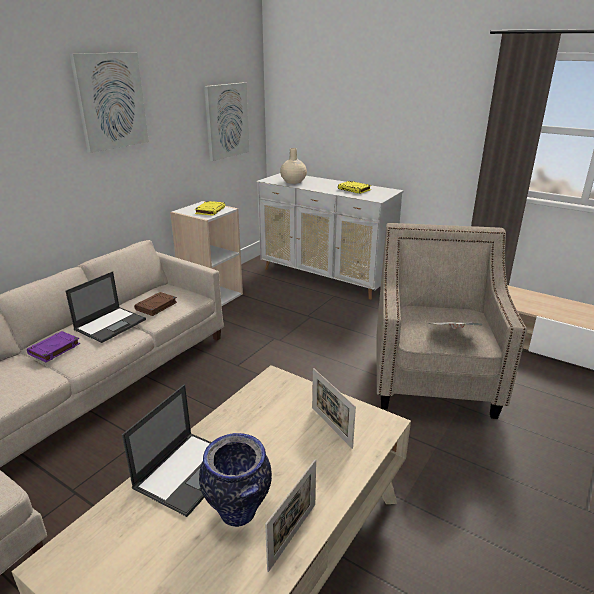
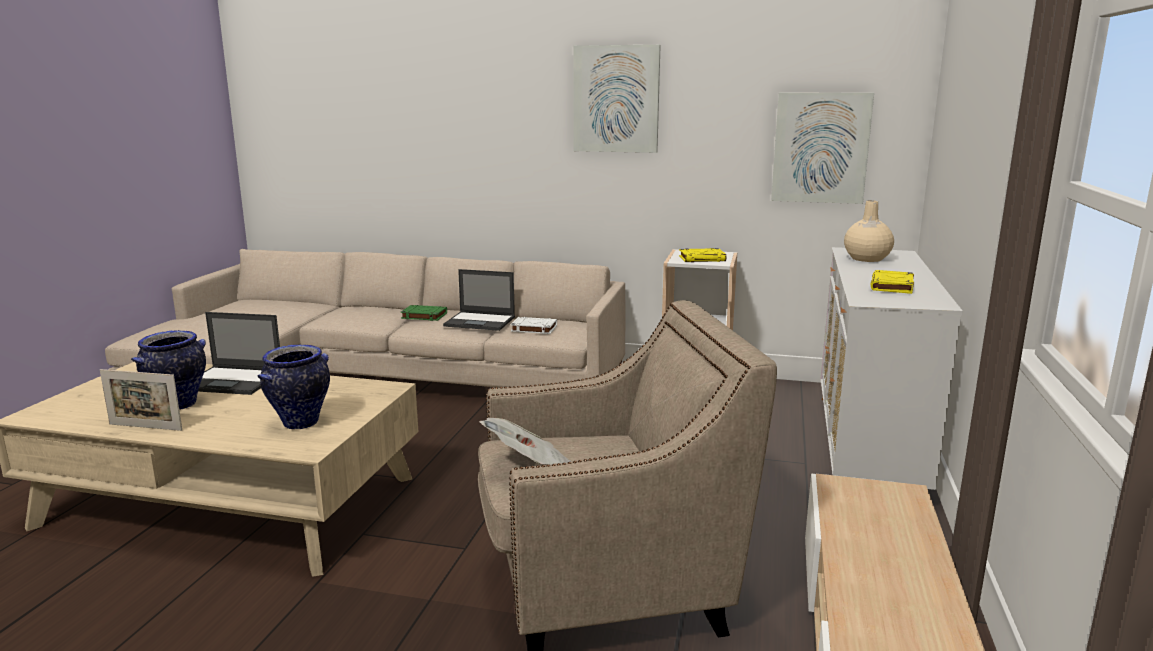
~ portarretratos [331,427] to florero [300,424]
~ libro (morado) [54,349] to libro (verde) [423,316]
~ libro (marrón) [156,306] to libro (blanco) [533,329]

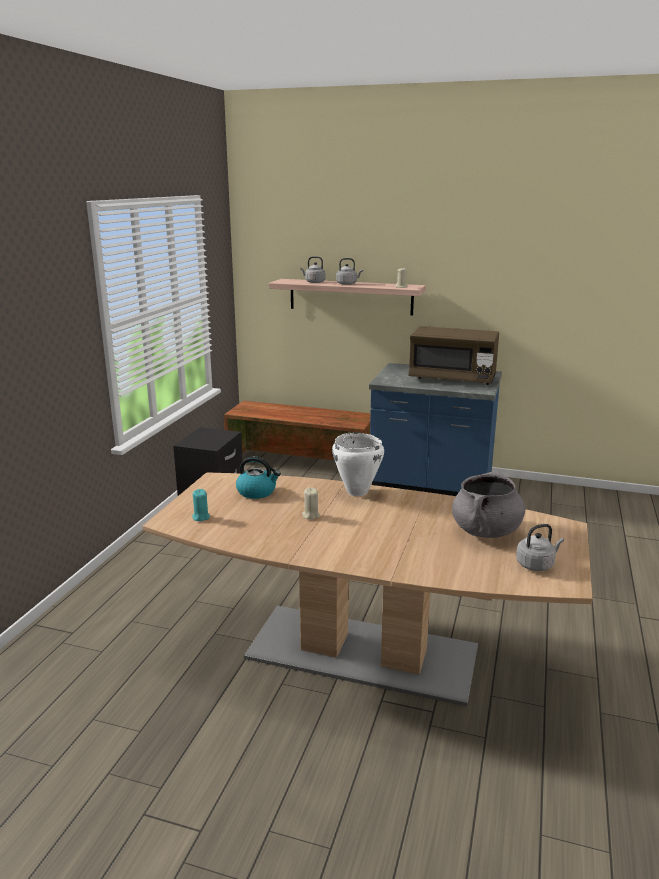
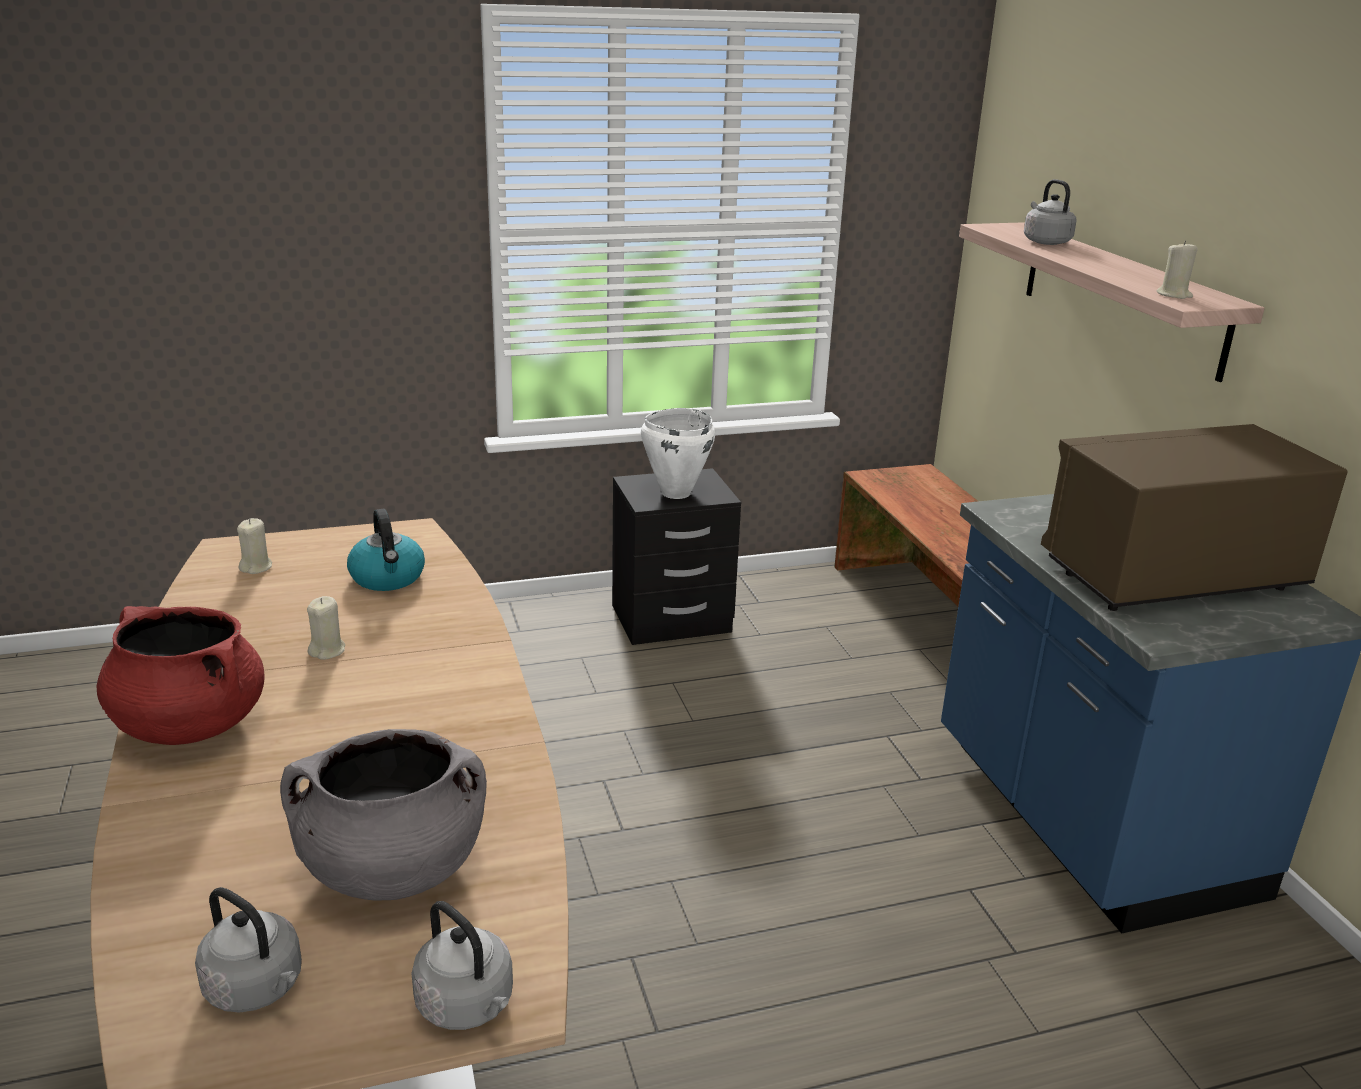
+ olla (rojo) [189,724]
~ vela (turquesa) [200,517] to vela (beis) [256,567]
~ hervidor (gris) [347,284] to [468,1005]
~ olla (blanco) [357,492] to [675,493]
~ microondas (marrón) [452,378] = [1171,576] 90 degrees clockwise

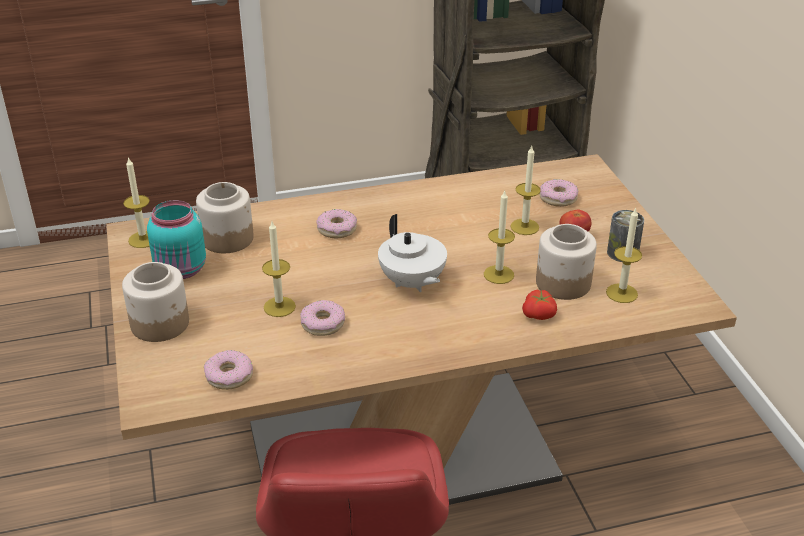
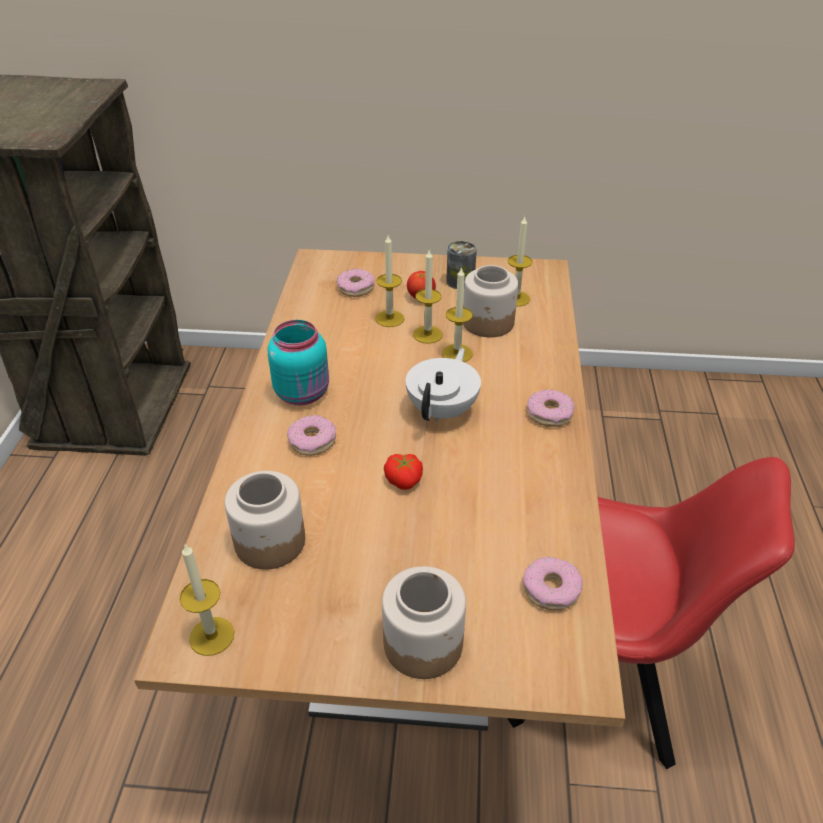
~ tarro (turquesa) [181,270] to [304,393]
~ tomate [539,315] to [404,479]
~ tetera (blanco) [412,283] = [443,410] 60 degrees counterclockwise
~ vela [279,307] to [427,334]
~ rosquilla [322,324] to [549,414]

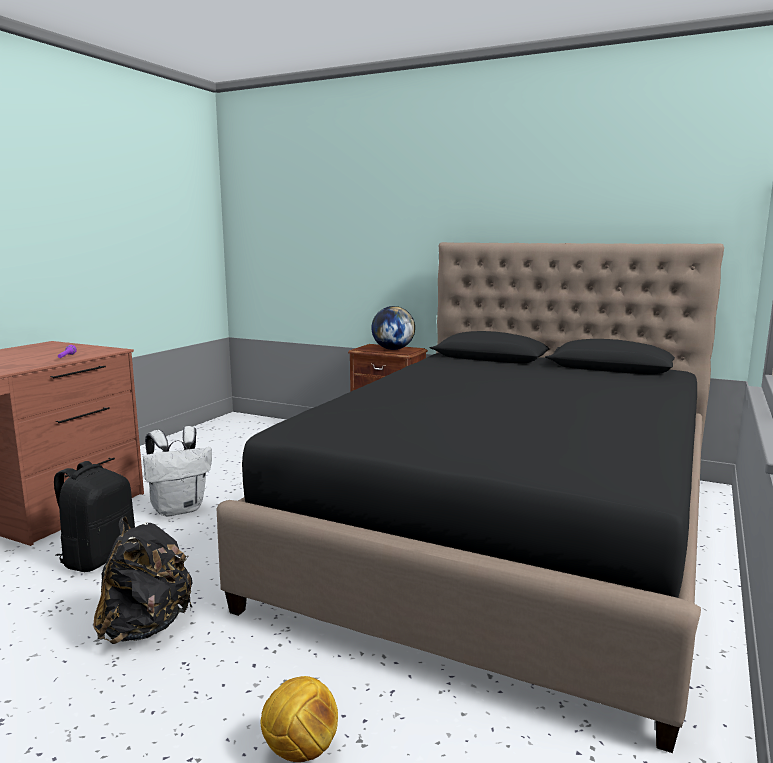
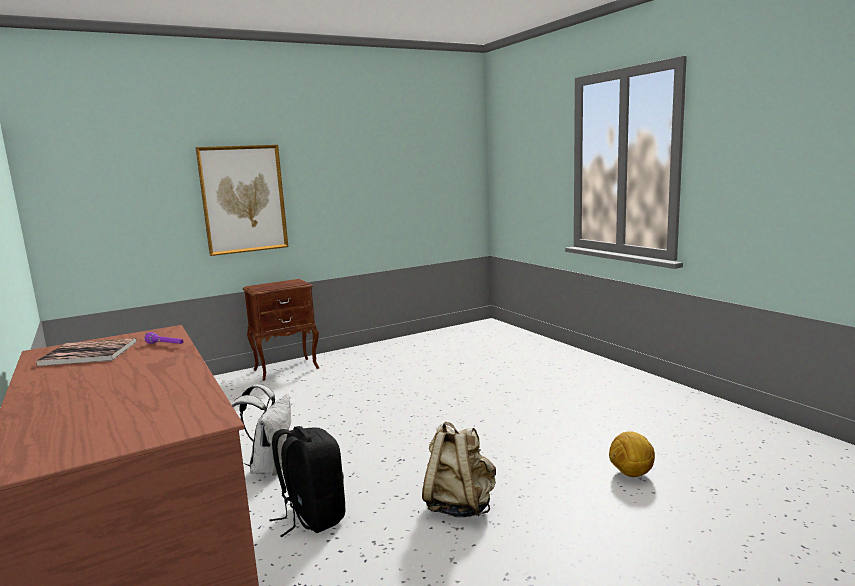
+ libro [89,353]
+ cuadro [243,199]
~ mochila (negro) [146,627] to mochila (beis) [460,505]
- cama (negro) [509,534]
- globo terráqueo [393,349]

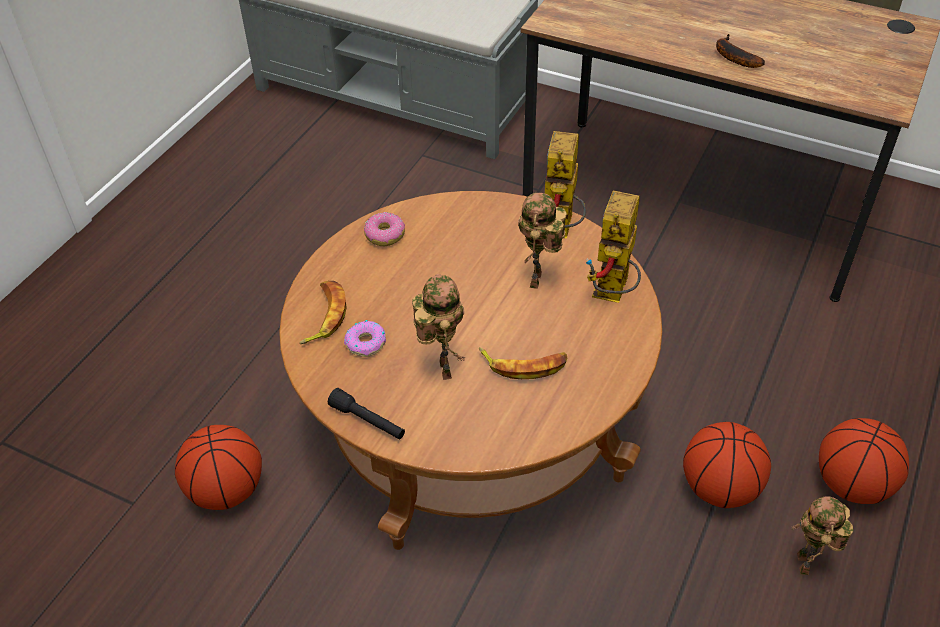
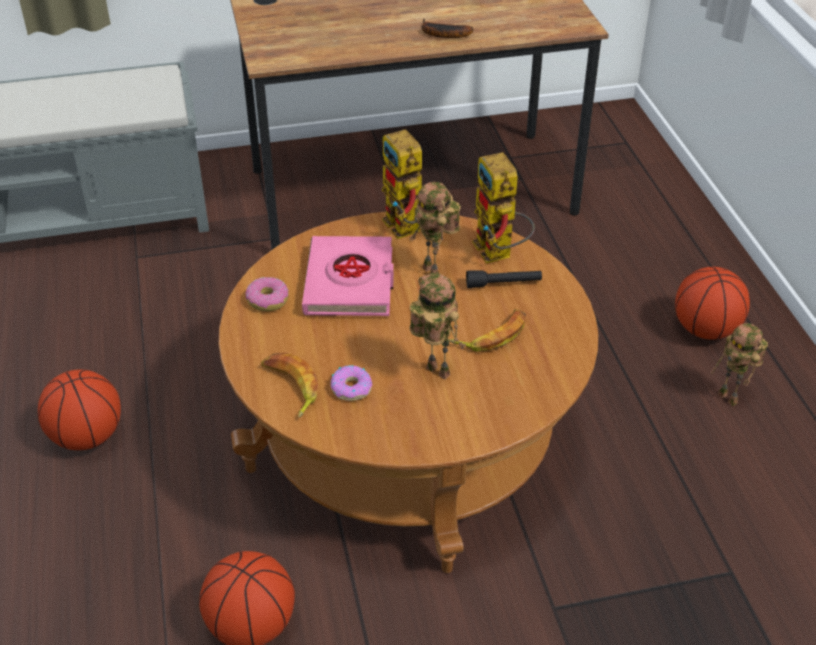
~ balón de baloncesto [719,488] to [87,437]
+ libro (rosa) [350,283]
~ linterna (negro) [368,421] to [503,284]

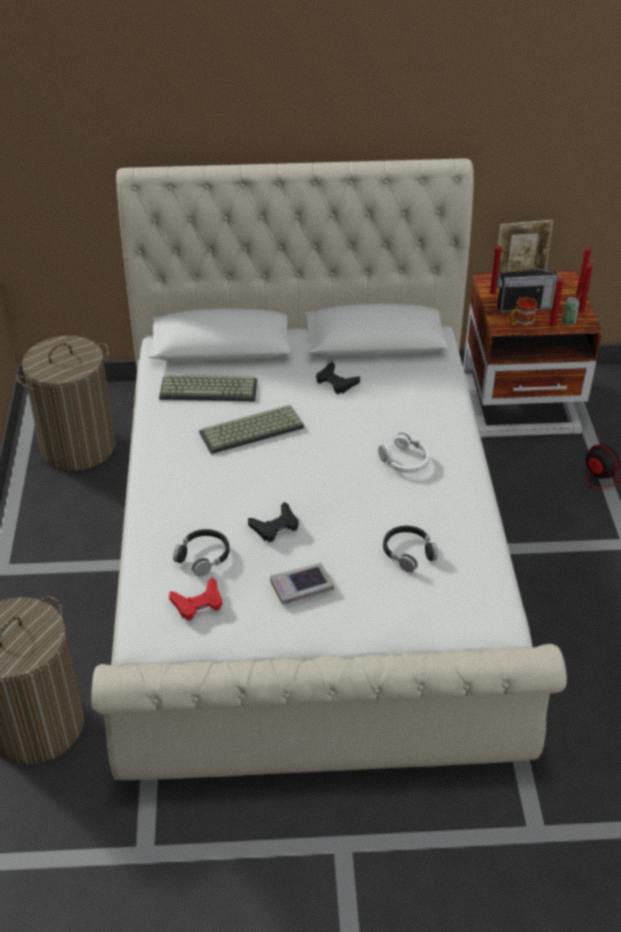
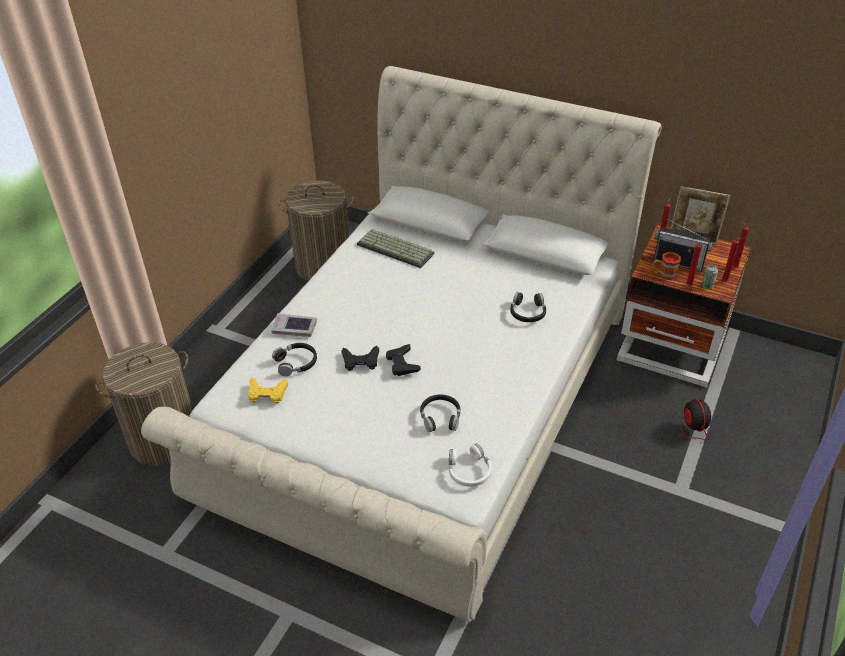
~ mando de consola (rojo) [198,603] to mando de consola (amarillo) [267,393]
~ libro [301,587] to [294,328]
~ mando de consola (negro) [336,382] to [402,363]
~ auriculares (blanco) [405,460] to [469,471]
+ auriculares (negro) [527,312]
- teclado [251,431]

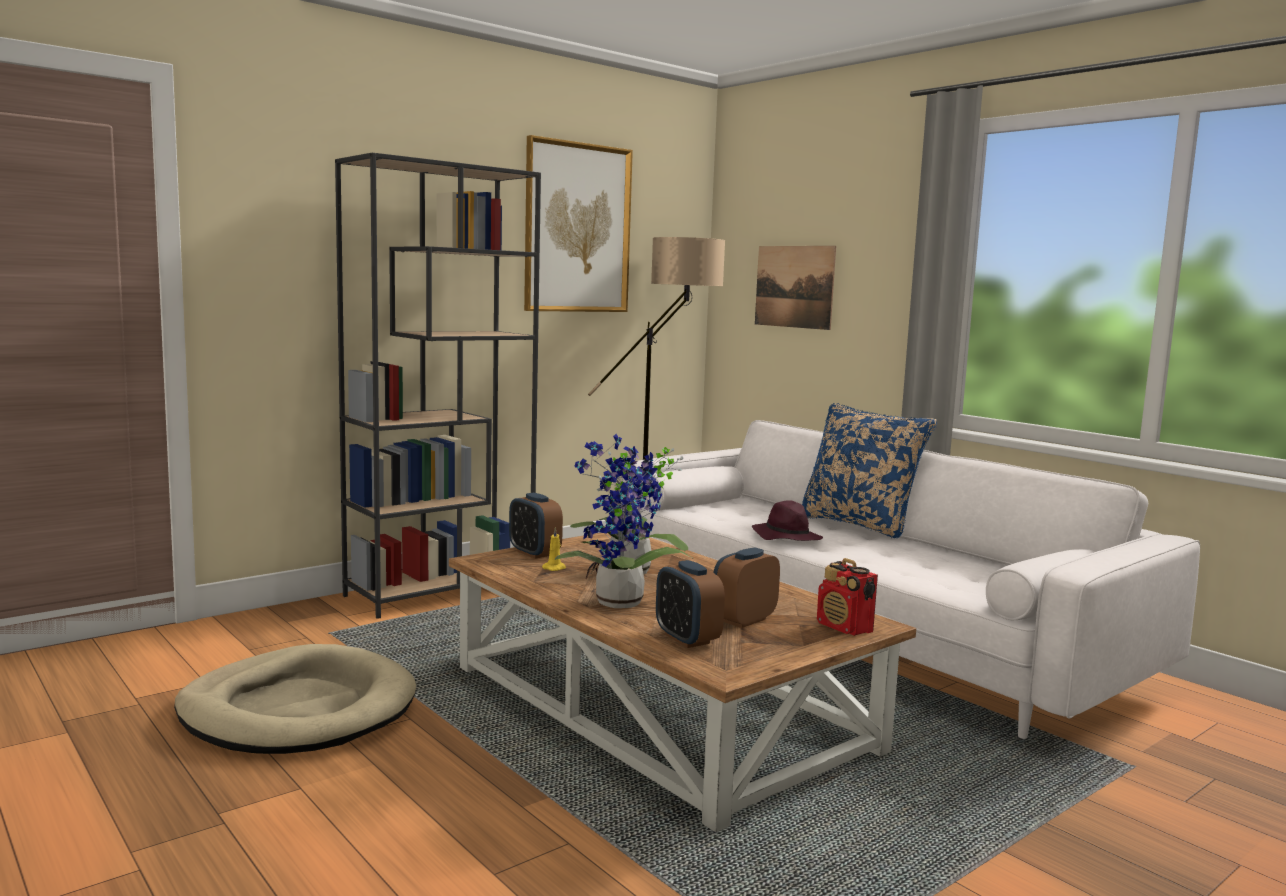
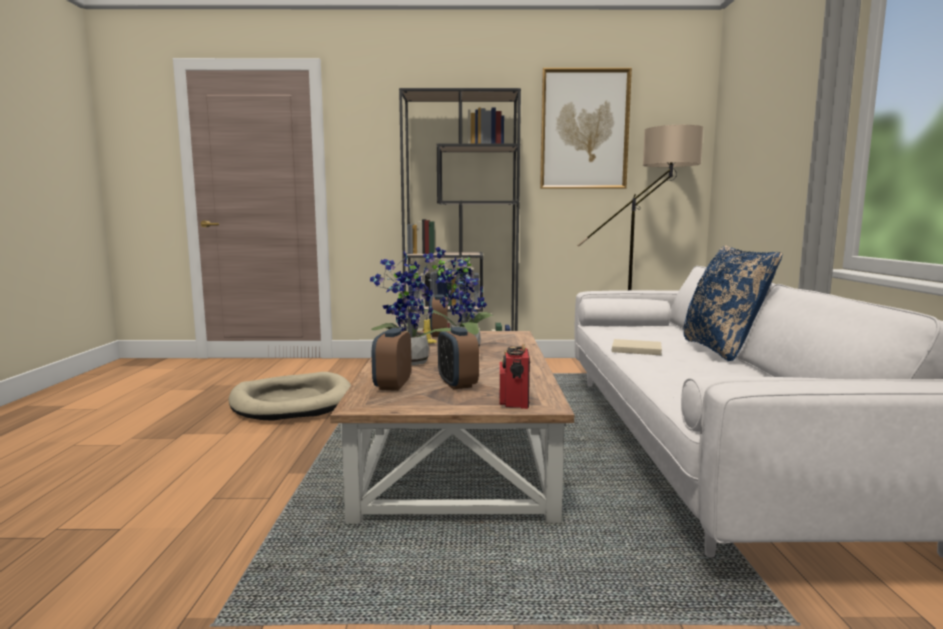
~ despertador [743,620] = [457,384] 105 degrees counterclockwise
~ sombrero (morado) [786,537] to libro (beis) [635,349]
- cuadro [794,286]

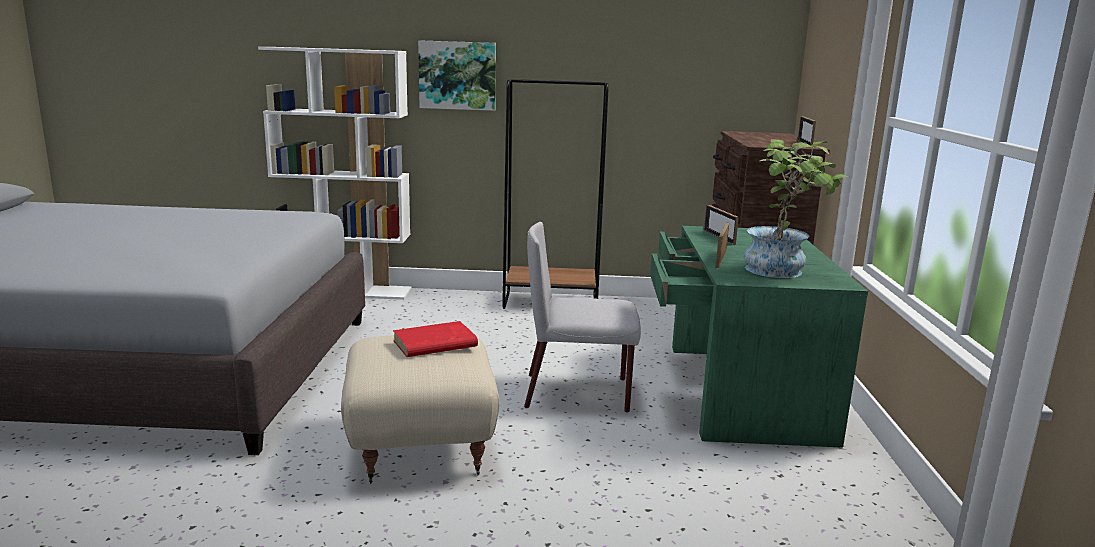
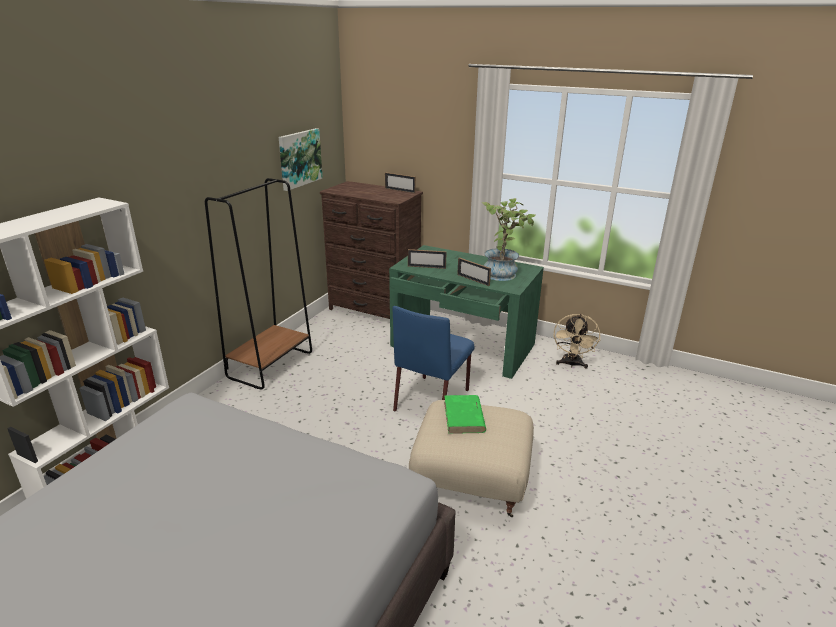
~ cuadro [457,75] to [299,158]
~ silla (gris) [579,393] to silla (azul) [432,399]
~ libro (rojo) [434,344] to libro (verde) [464,417]
+ ventilador (beis) [571,364]

